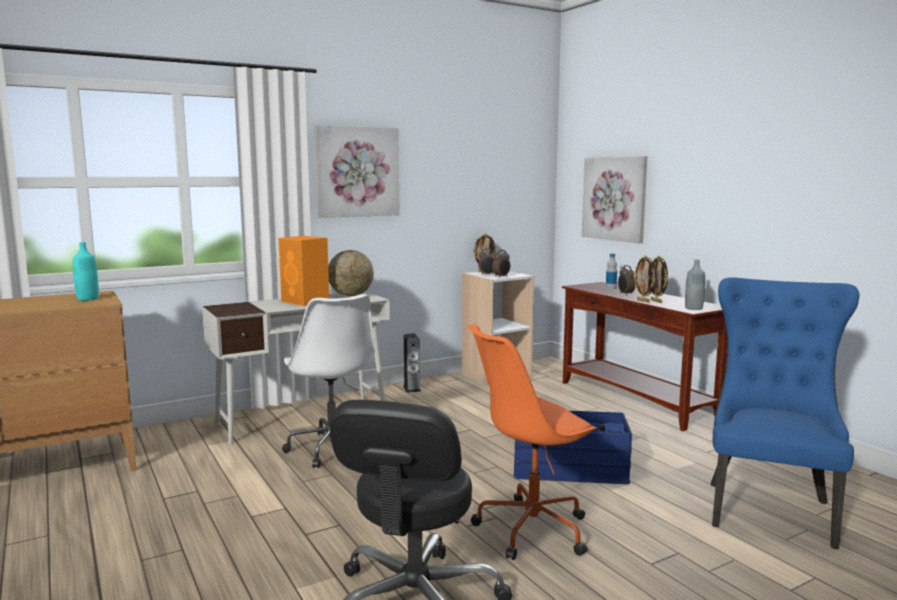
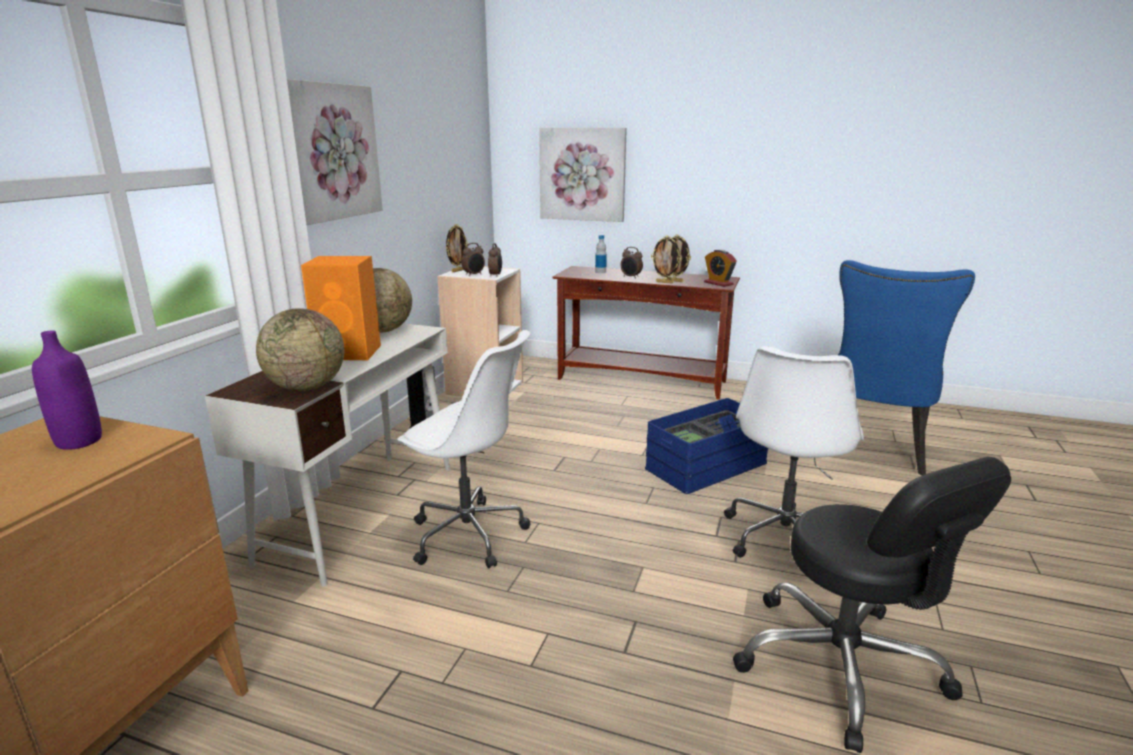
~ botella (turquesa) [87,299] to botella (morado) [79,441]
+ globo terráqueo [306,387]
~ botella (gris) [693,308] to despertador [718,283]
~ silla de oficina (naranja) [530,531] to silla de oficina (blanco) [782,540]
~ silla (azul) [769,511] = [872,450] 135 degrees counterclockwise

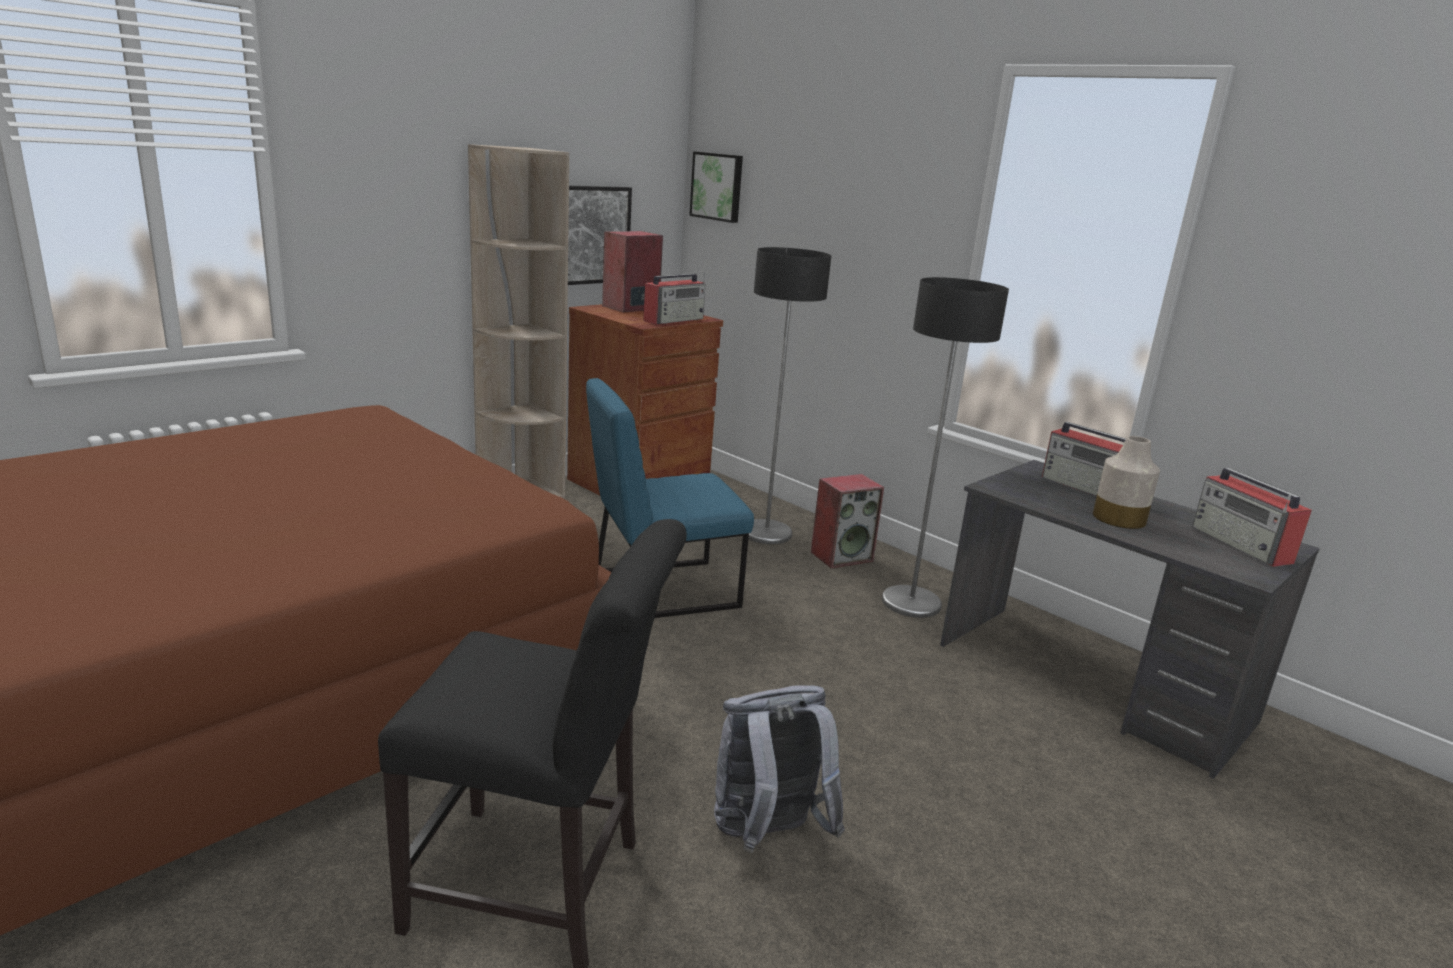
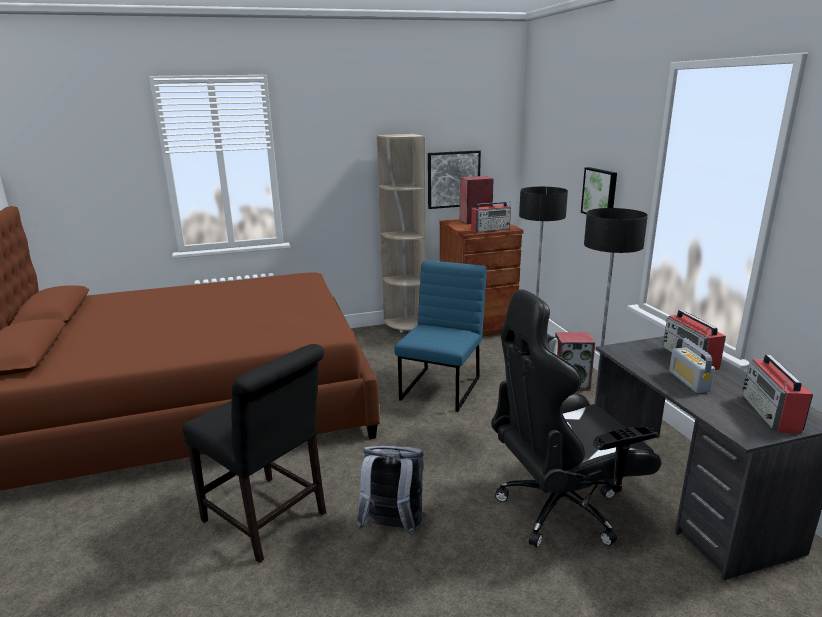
~ silla (azul) [661,590] = [442,387] 105 degrees clockwise
+ silla de oficina (negro) [565,507]
~ cuadro [718,186] to [600,193]
~ florero (beis) [1119,518] to radio [689,381]

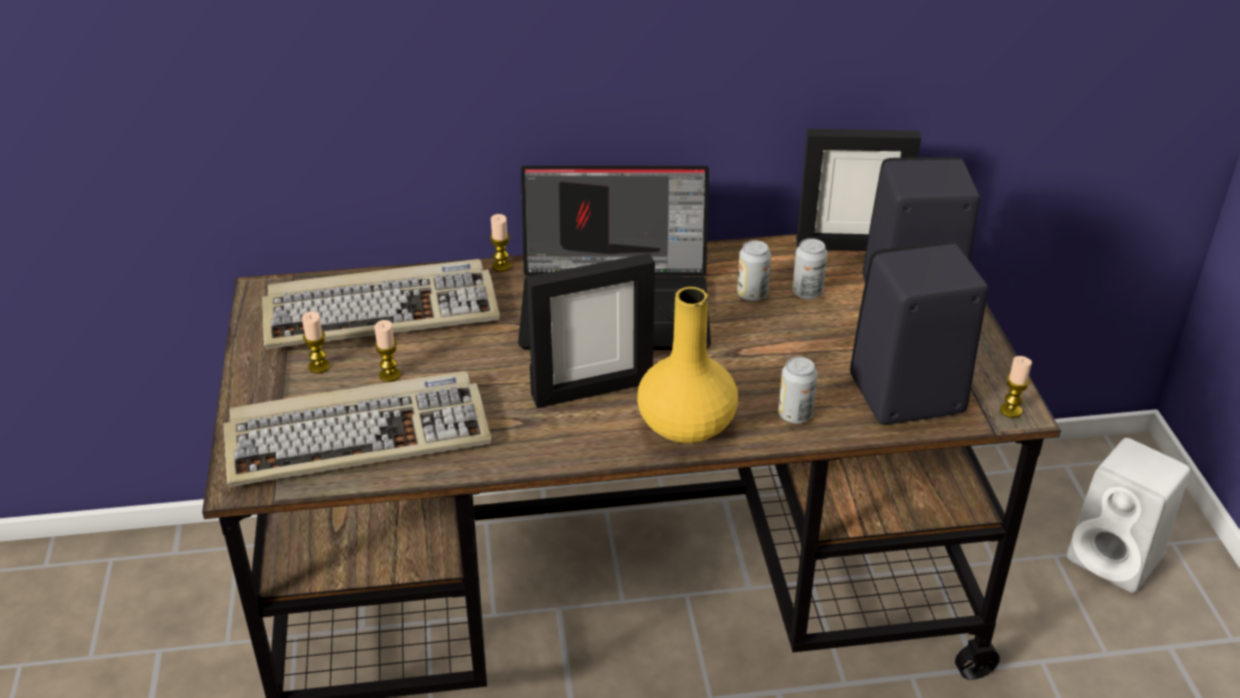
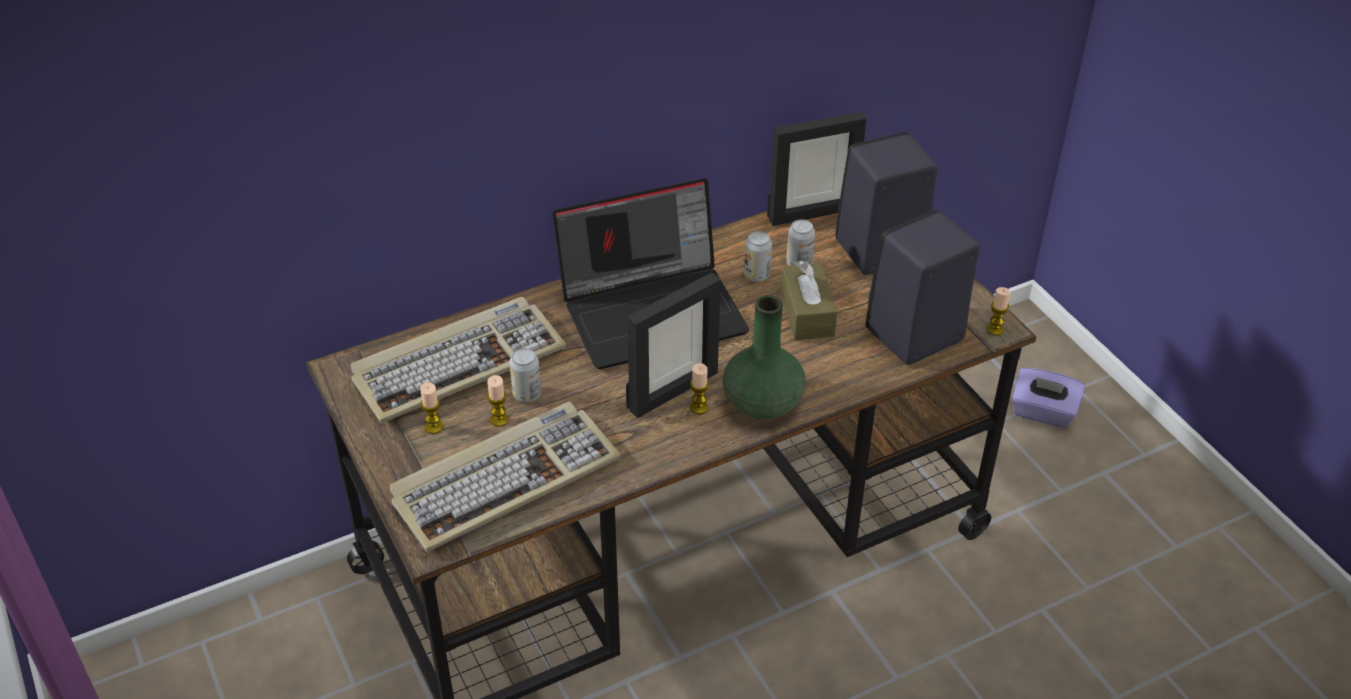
~ lata [795,415] to [527,394]
~ vela [501,266] to [699,407]
~ florero (amarillo) [685,425] to florero (verde) [761,403]
+ caja de pañuelos (marrón) [807,313]
~ altavoz (blanco) [1117,559] to caja de pañuelos (morado) [1043,413]

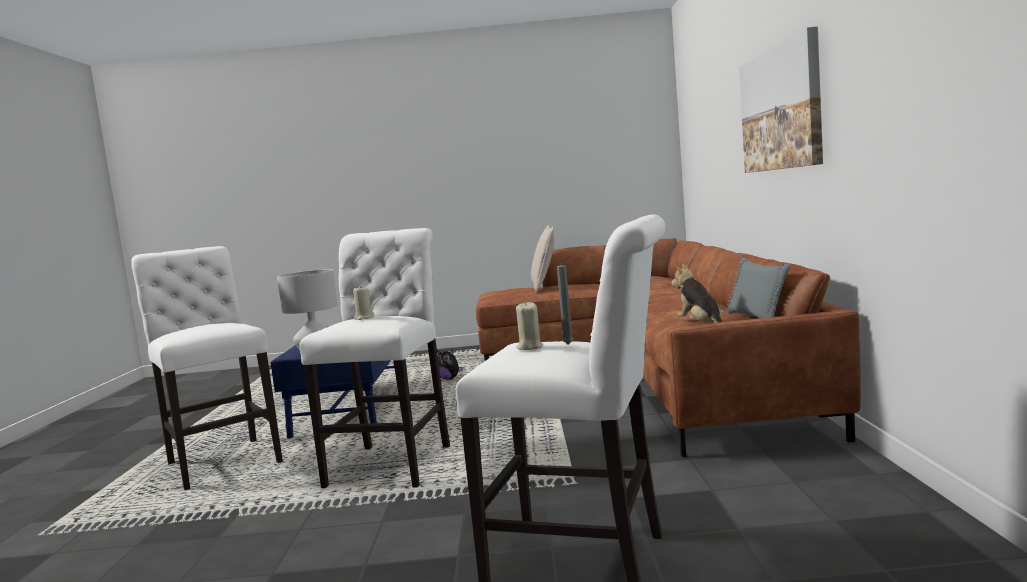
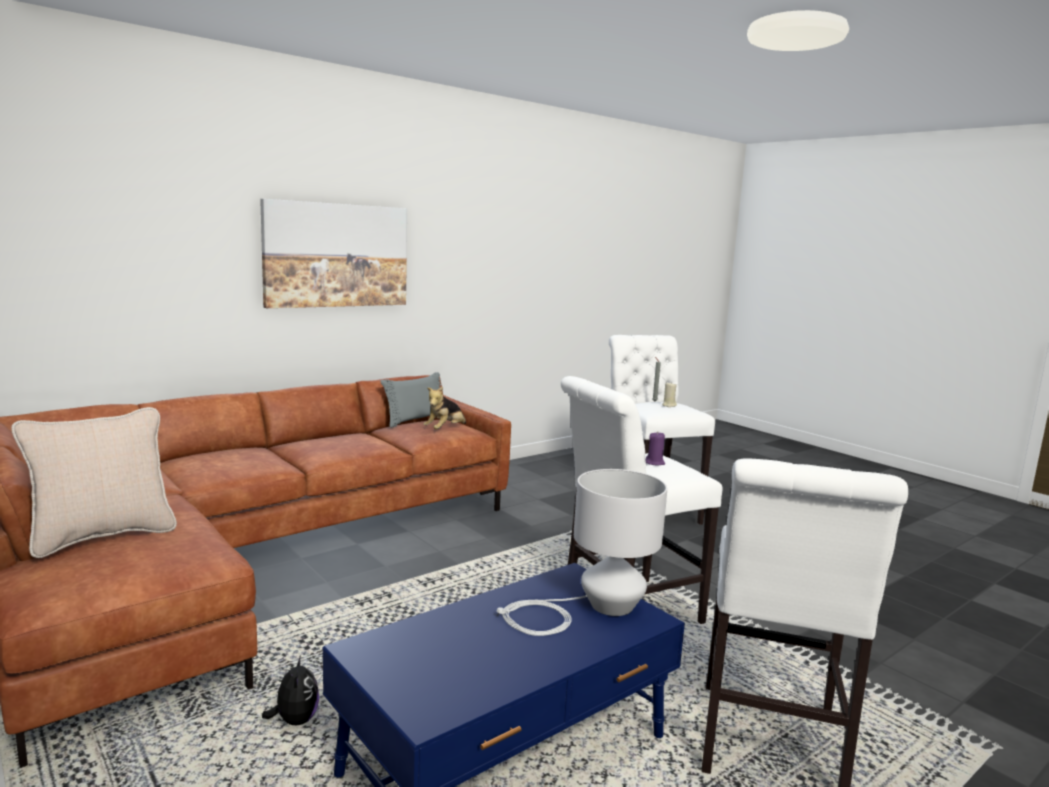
~ vela (beis) [364,318] to vela (morado) [655,463]

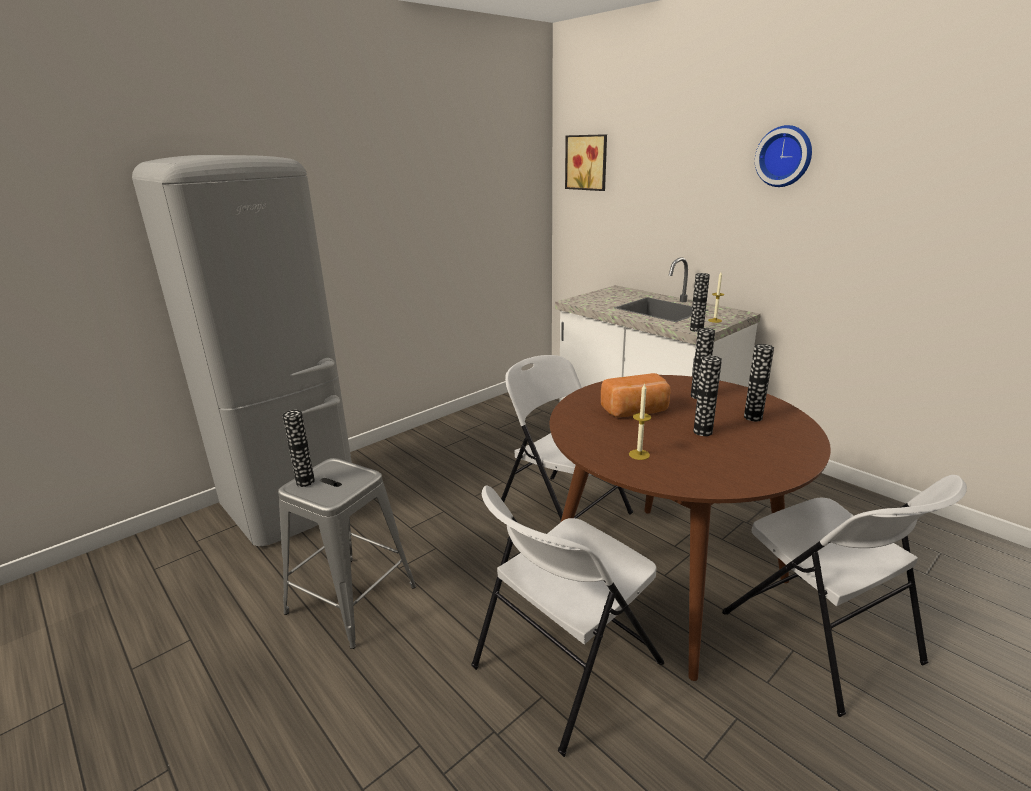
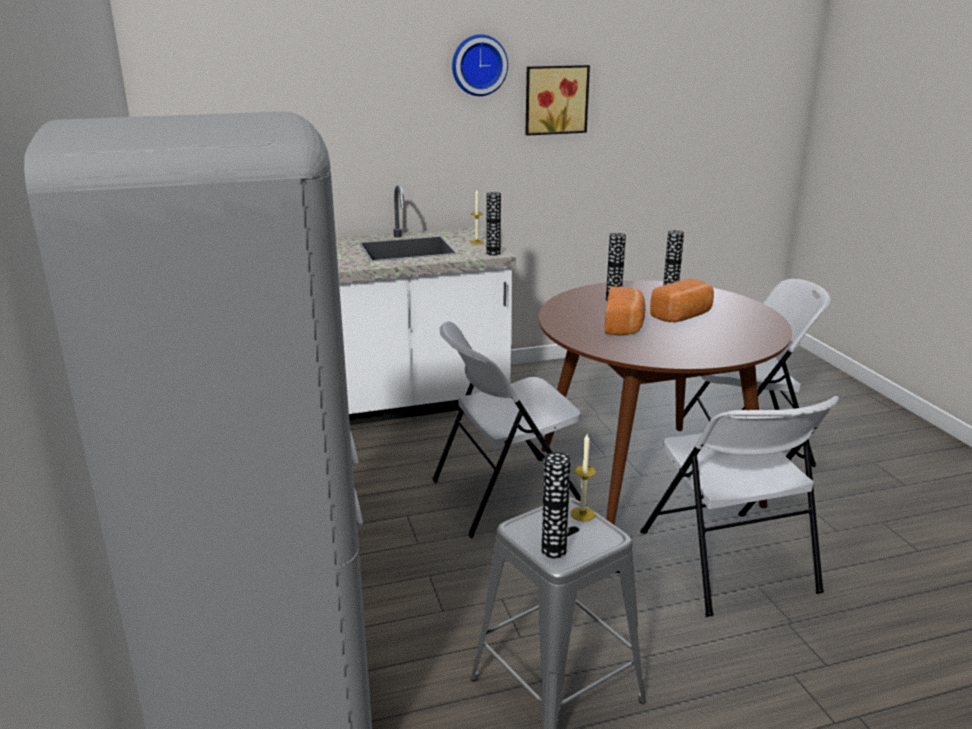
~ cuadro [587,162] to [555,99]
~ vela [639,454] to [582,514]
~ florero [702,432] to pan [683,316]

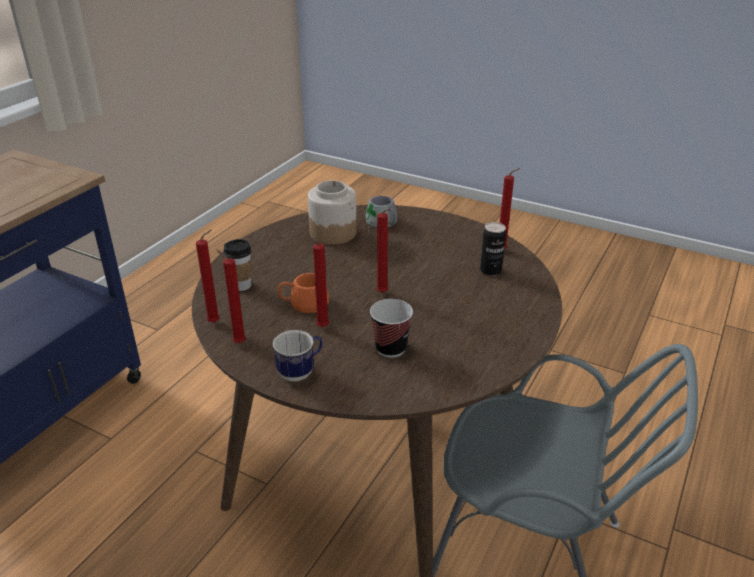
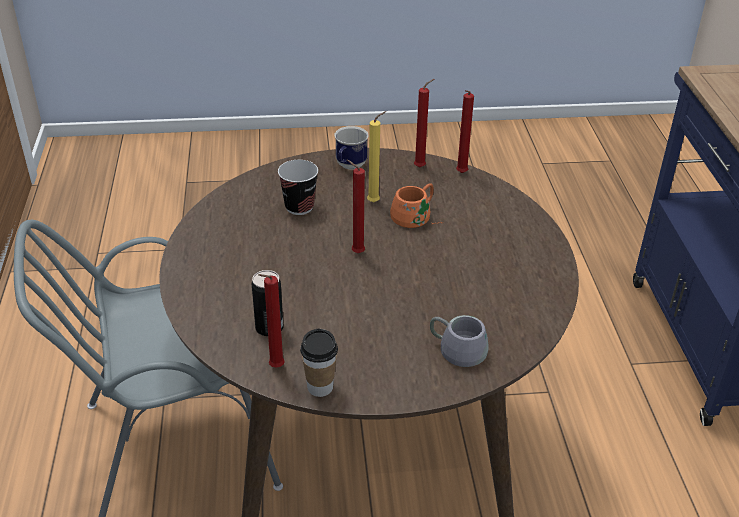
~ taza [241,285] to [320,387]
~ vela (rojo) [320,326] to vela (amarillo) [375,202]
- tarro [333,233]

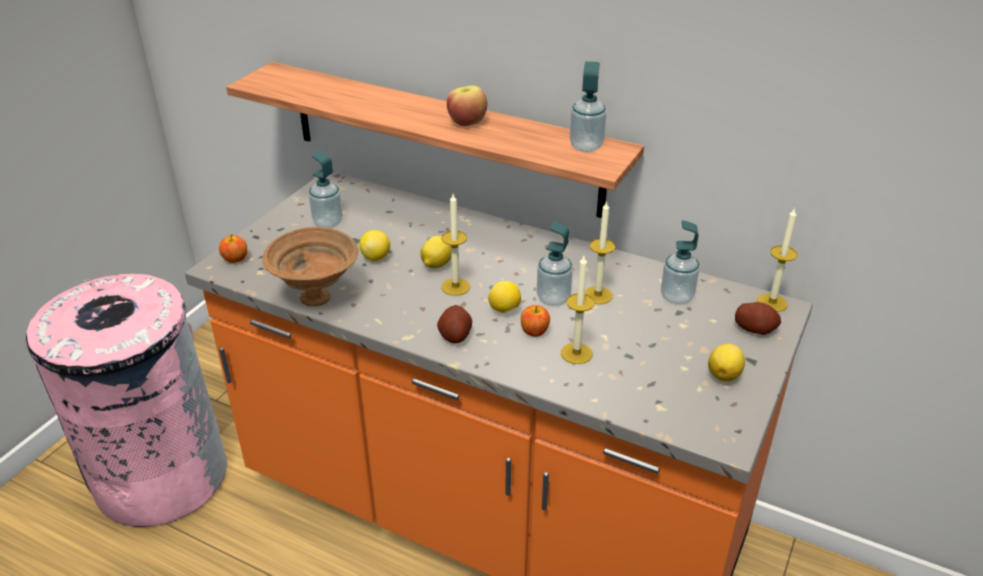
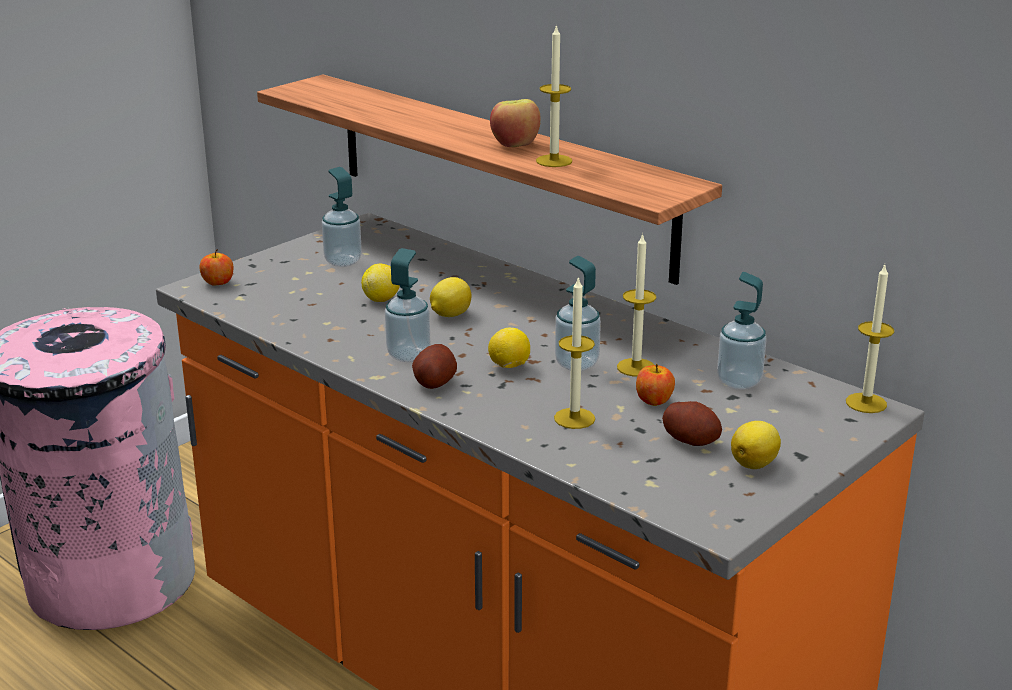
~ dispensador de jabón [586,146] to [408,355]
~ vela [455,287] to [554,161]
~ manzana [534,331] to [654,401]
~ patata [755,329] to [691,440]
- cuenco (marrón) [318,297]

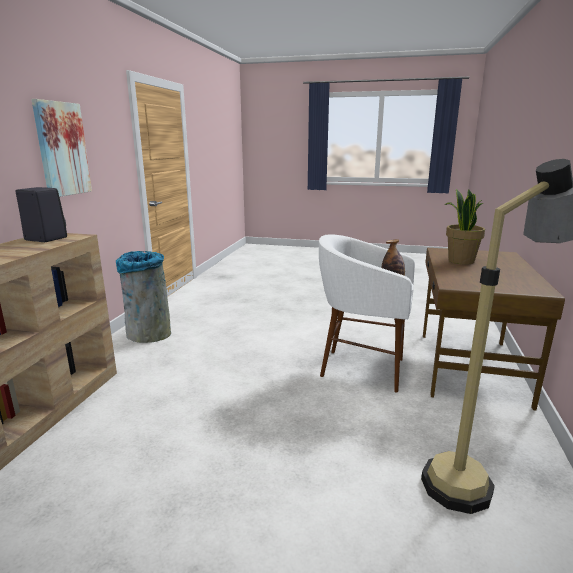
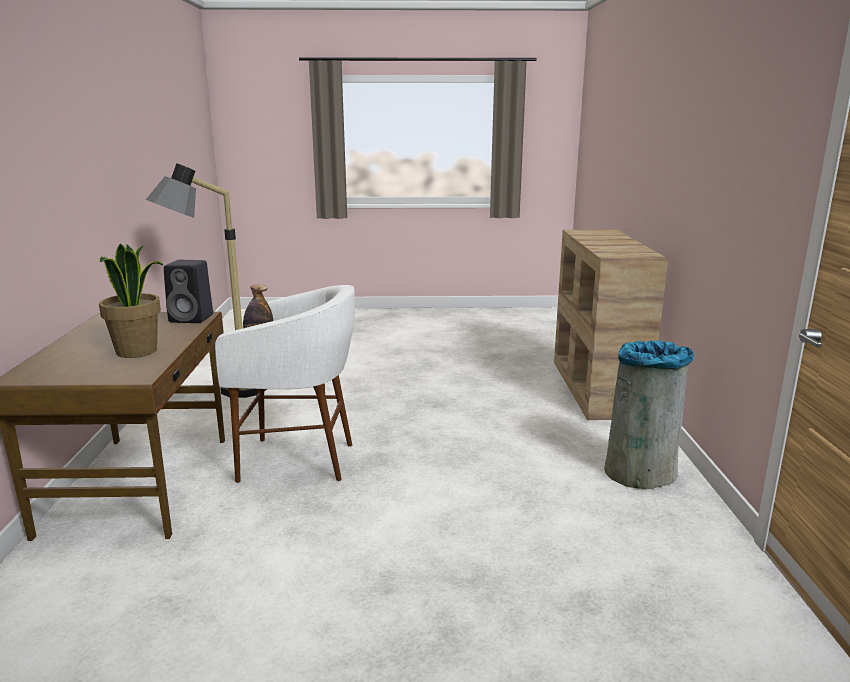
~ altavoz (negro) [45,239] to [193,318]
- cuadro [62,149]

